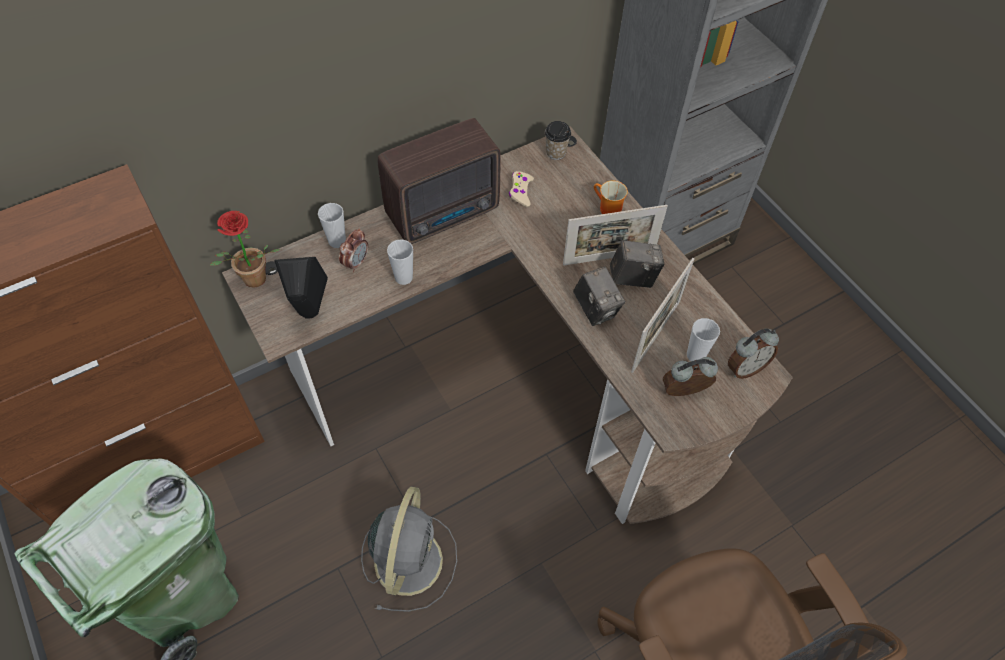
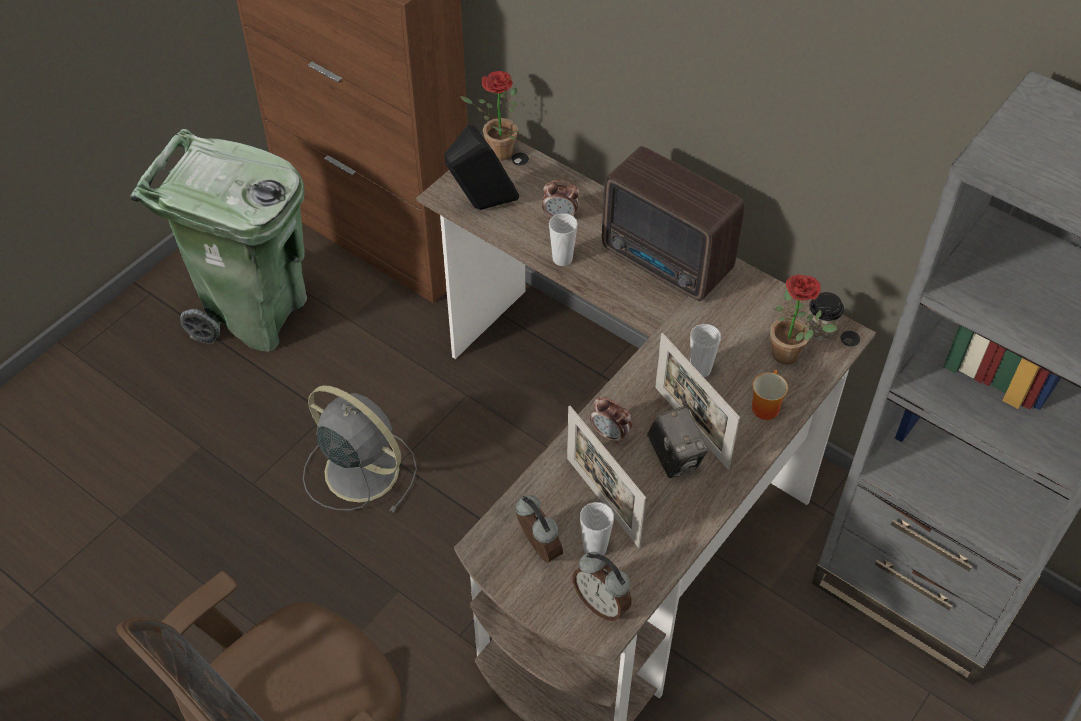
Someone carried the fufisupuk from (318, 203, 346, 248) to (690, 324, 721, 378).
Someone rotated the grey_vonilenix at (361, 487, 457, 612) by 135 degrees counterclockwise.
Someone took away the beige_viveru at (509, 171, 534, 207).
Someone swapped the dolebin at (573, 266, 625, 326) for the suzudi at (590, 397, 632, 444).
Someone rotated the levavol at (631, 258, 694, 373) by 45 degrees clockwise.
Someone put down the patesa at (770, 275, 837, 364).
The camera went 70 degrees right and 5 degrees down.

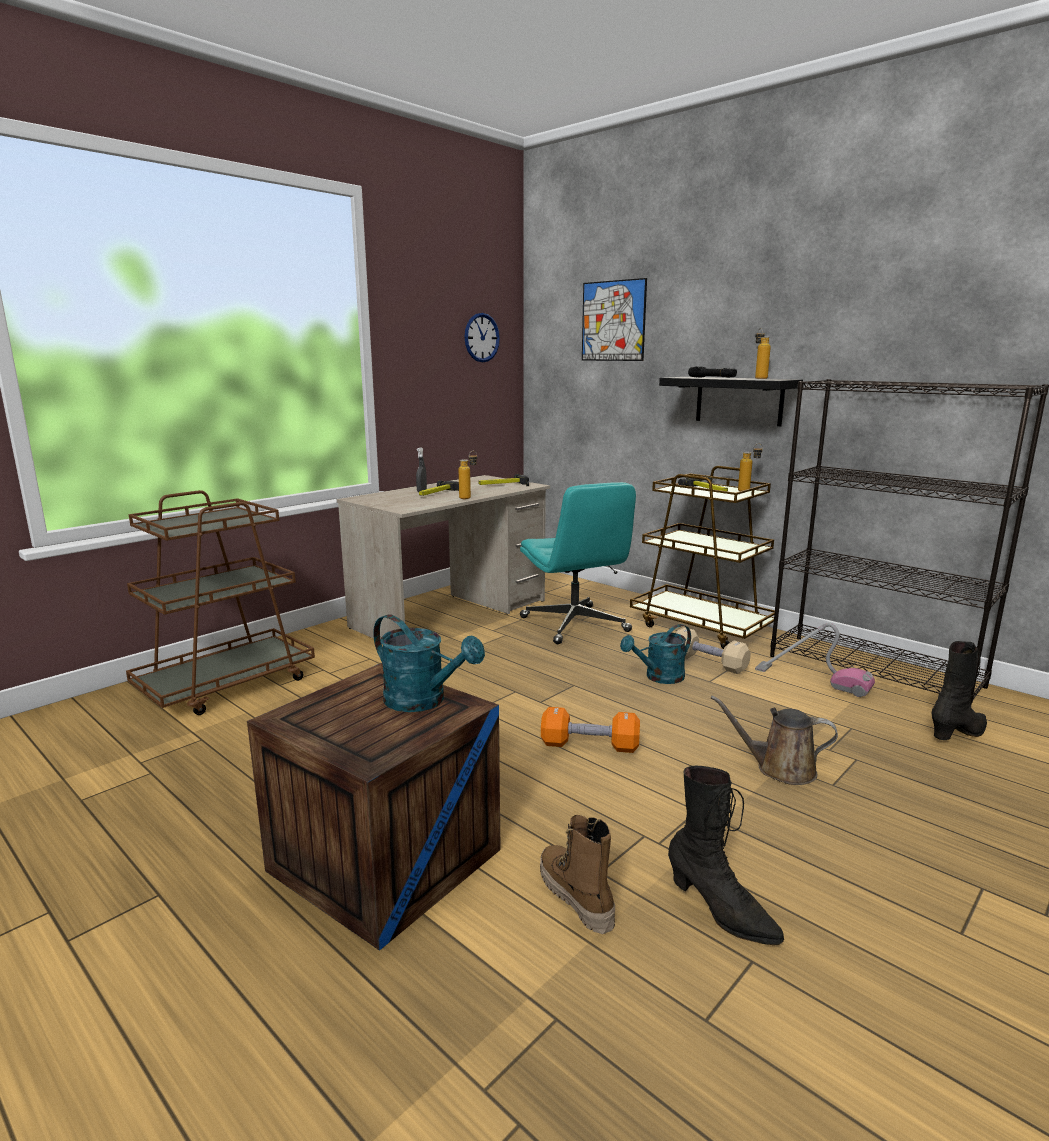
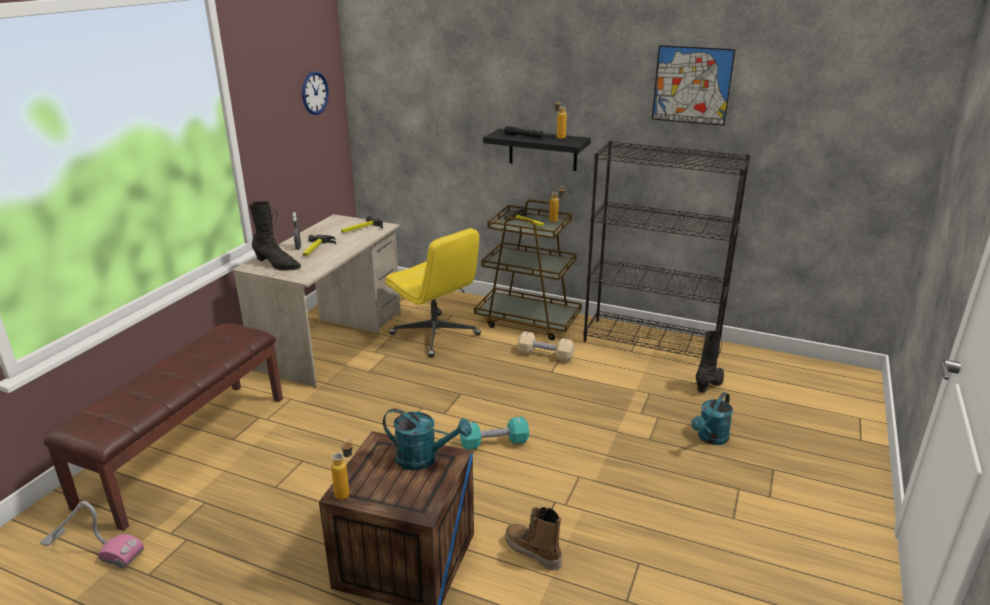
Someone swapped the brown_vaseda at (126, 490, 315, 715) for the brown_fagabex at (43, 323, 283, 531).
Someone carried the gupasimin from (458, 451, 477, 499) to (331, 439, 353, 500).
Someone repainted the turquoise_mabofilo at (520, 482, 636, 644), which became the yellow_mabofilo at (385, 228, 481, 357).
Someone repainted the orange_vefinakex at (541, 707, 640, 753), which became the turquoise_vefinakex at (460, 416, 529, 450).
Someone carried the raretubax from (582, 278, 647, 361) to (652, 45, 735, 126).
Someone carried the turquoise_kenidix from (620, 624, 691, 684) to (691, 392, 733, 445).
Someone carried the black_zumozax from (668, 766, 784, 945) to (249, 201, 301, 271).
Someone took away the brown_kenidix at (711, 696, 838, 785).
Someone carried the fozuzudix from (755, 623, 875, 697) to (40, 501, 144, 569).
The camera went 20 degrees left and 10 degrees up.

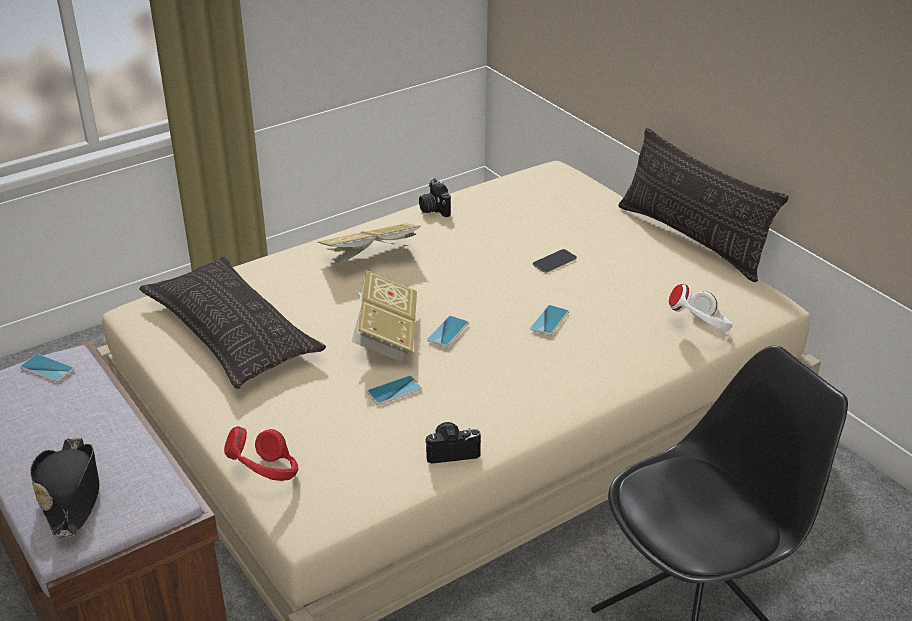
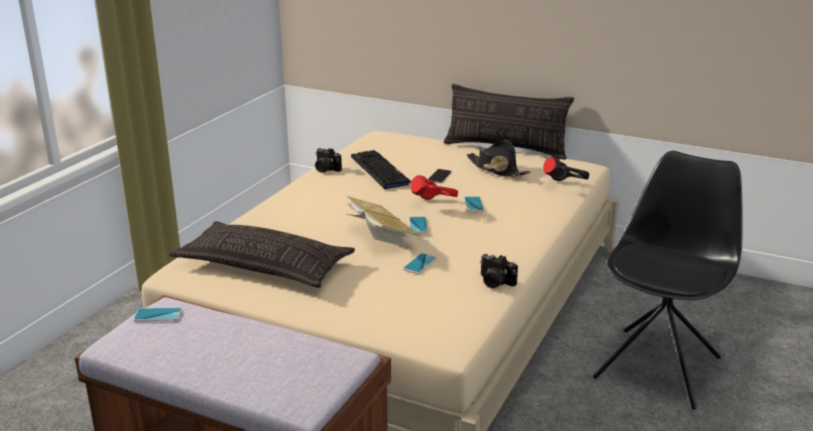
Someone carried the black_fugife from (30, 437, 99, 538) to (467, 140, 531, 177).
Someone carried the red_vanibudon from (224, 426, 298, 481) to (410, 175, 458, 200).
Someone took away the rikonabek at (318, 223, 421, 264).
Someone rotated the dolebin at (425, 422, 481, 464) by 105 degrees counterclockwise.
Someone repainted the white_vanibudon at (669, 284, 733, 331), which became the black_vanibudon at (543, 157, 590, 181).
Someone put down the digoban at (351, 150, 411, 189).
The camera went 30 degrees left and 10 degrees down.

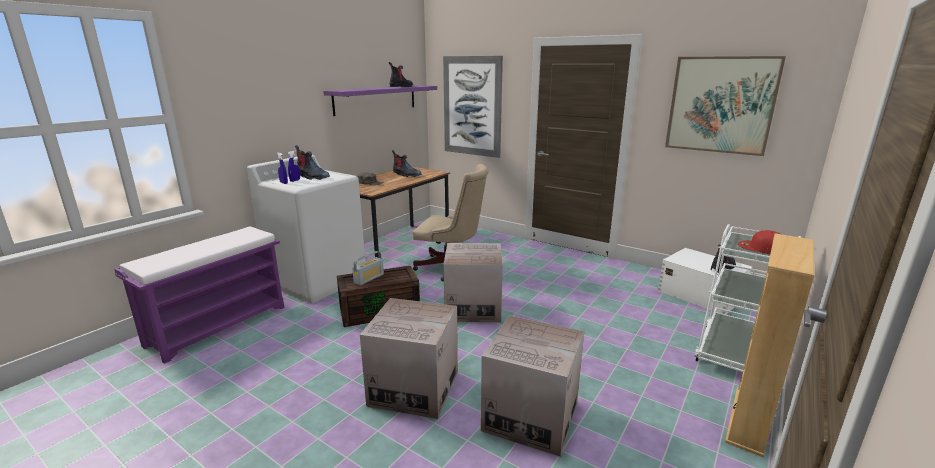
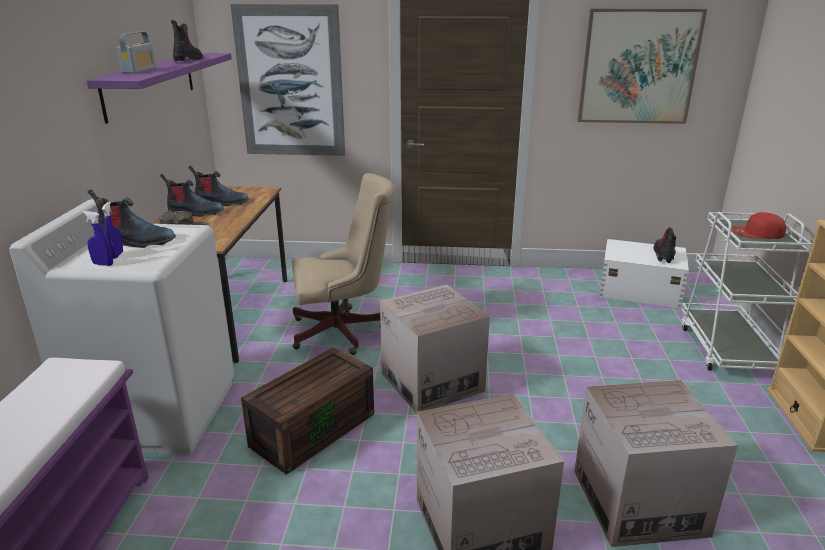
Someone carried the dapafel from (352, 251, 384, 285) to (117, 32, 156, 73).
Someone put down the zumozax at (160, 174, 224, 217).
The camera went 30 degrees left and 5 degrees up.

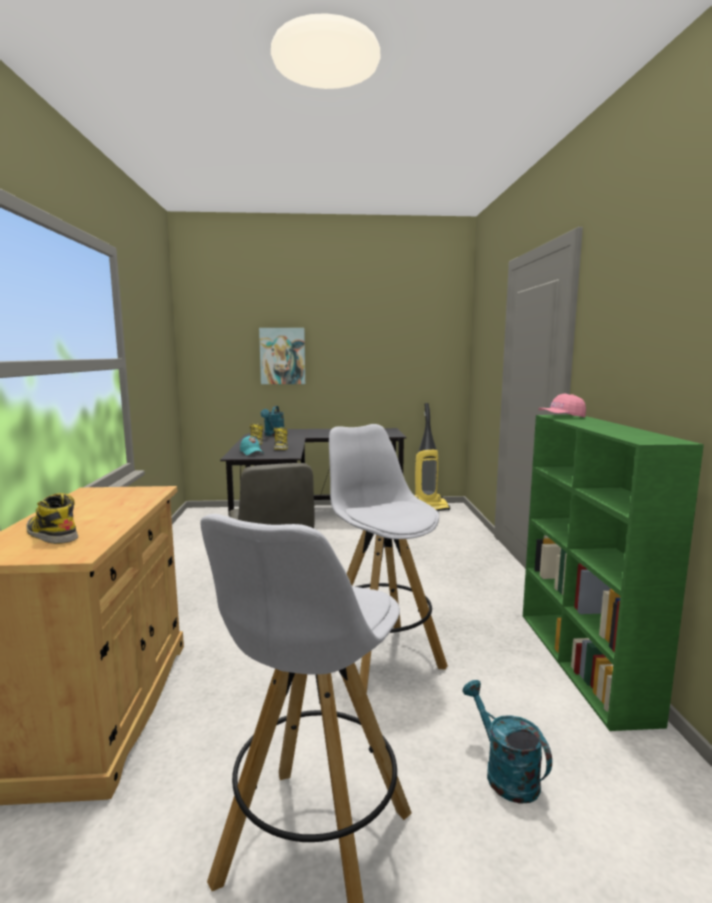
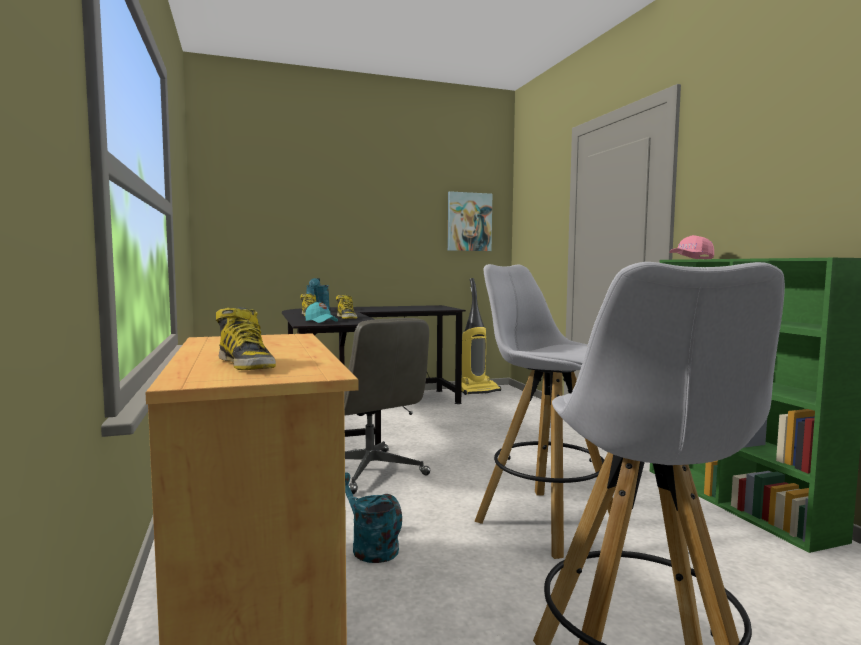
Someone rotated the zumozax at (26, 493, 78, 544) by 150 degrees counterclockwise.
Someone carried the raretubax from (259, 328, 306, 384) to (448, 191, 492, 251).
Someone carried the turquoise_kenidix from (463, 680, 552, 804) to (345, 472, 402, 563).
The camera went 15 degrees left and 5 degrees down.

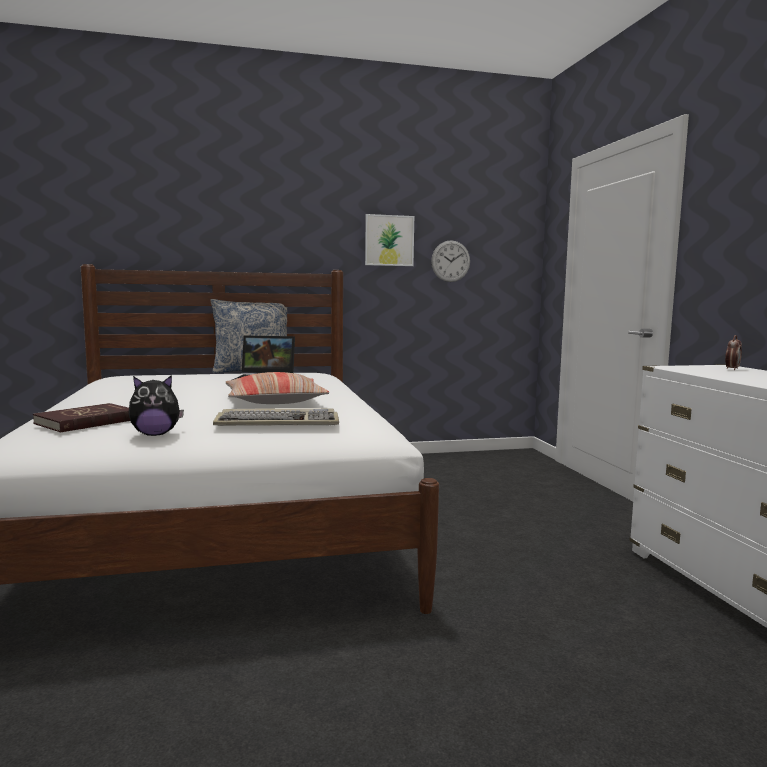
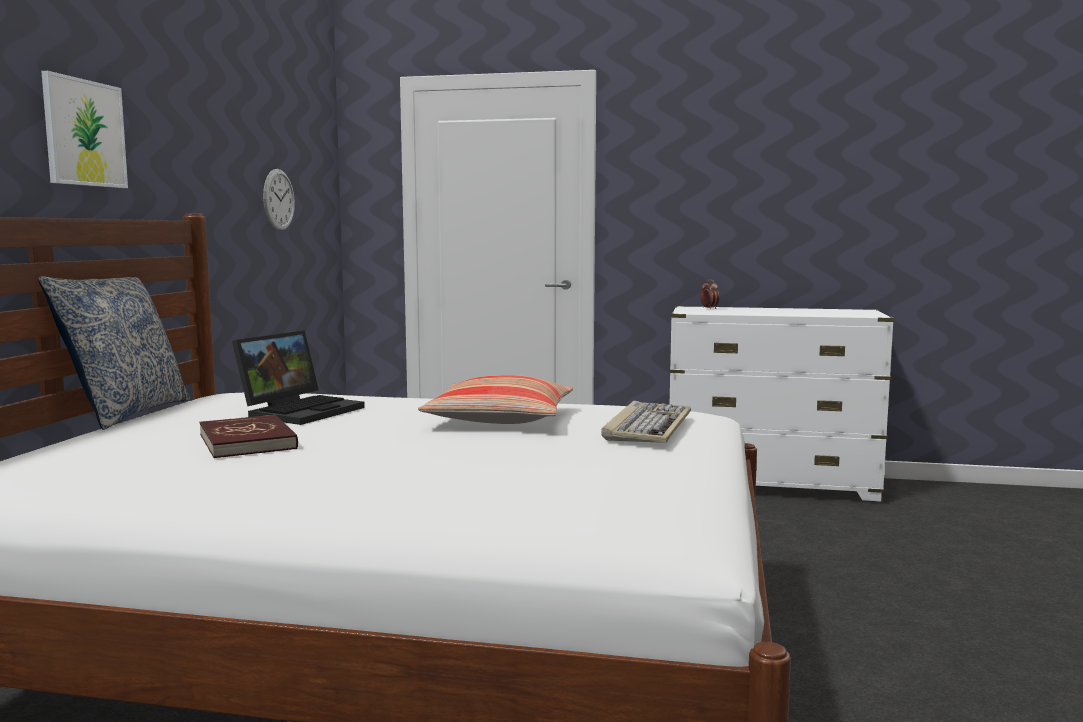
Someone carried the red_rikonabek from (33, 403, 130, 433) to (199, 415, 298, 458).
Someone took away the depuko at (128, 375, 184, 436).
Someone carried the raretubax from (365, 214, 414, 266) to (41, 71, 128, 188).
The camera went 65 degrees left and 0 degrees up.

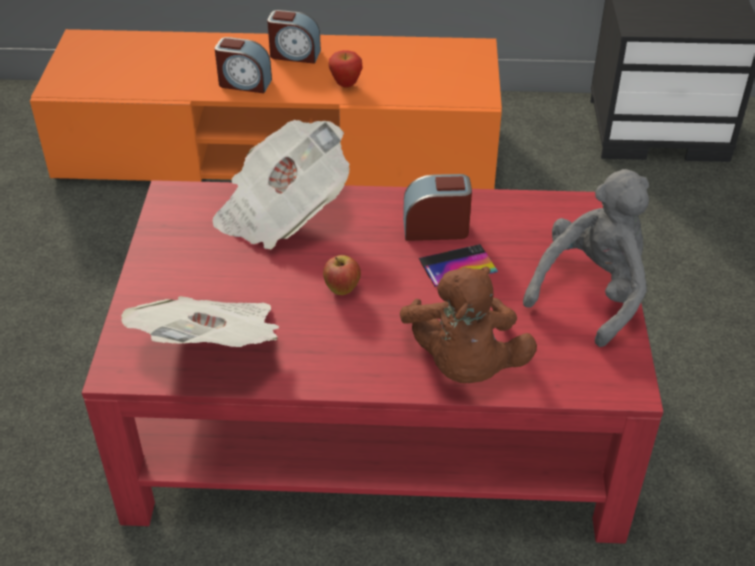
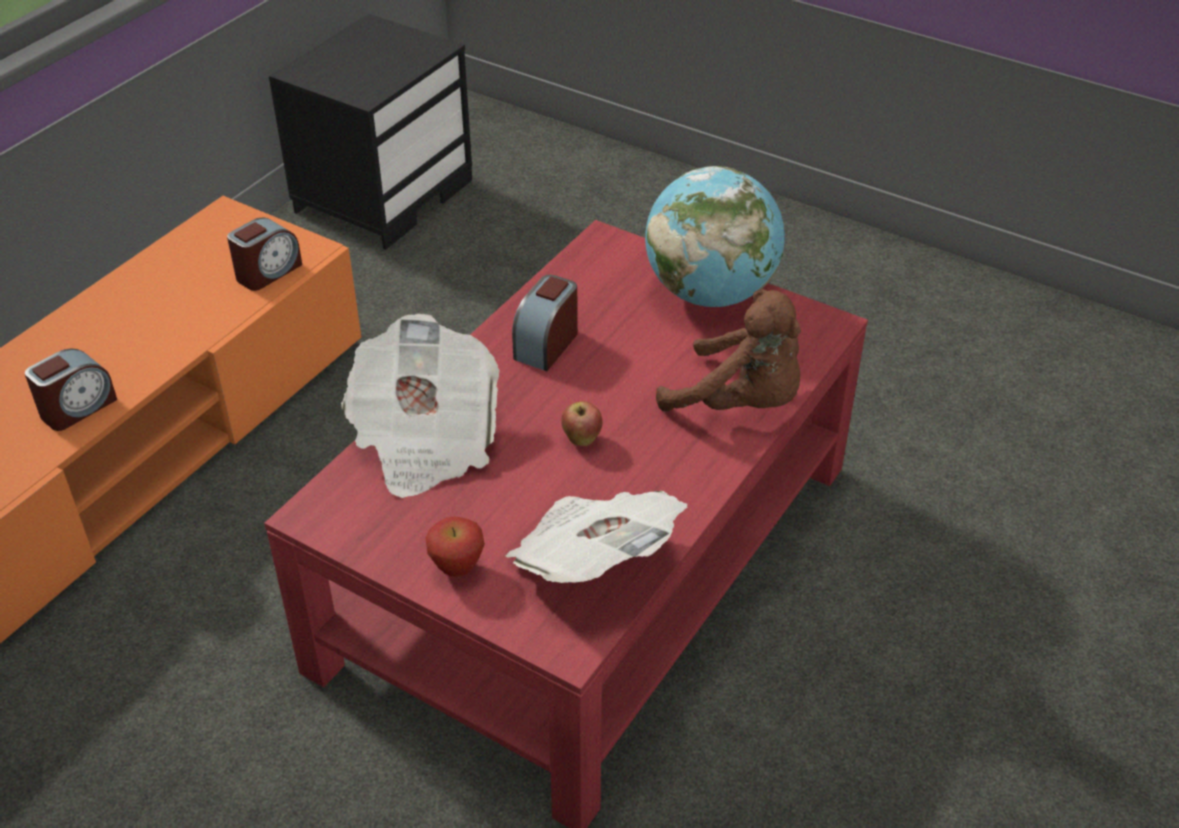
Someone carried the suzudi from (267, 10, 321, 64) to (227, 217, 302, 291).
Someone carried the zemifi from (329, 50, 362, 88) to (425, 516, 485, 577).
Someone took away the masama at (419, 244, 498, 287).
Someone swapped the grey_depuko at (523, 169, 649, 347) for the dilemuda at (645, 166, 785, 307).
The camera went 60 degrees left and 0 degrees up.

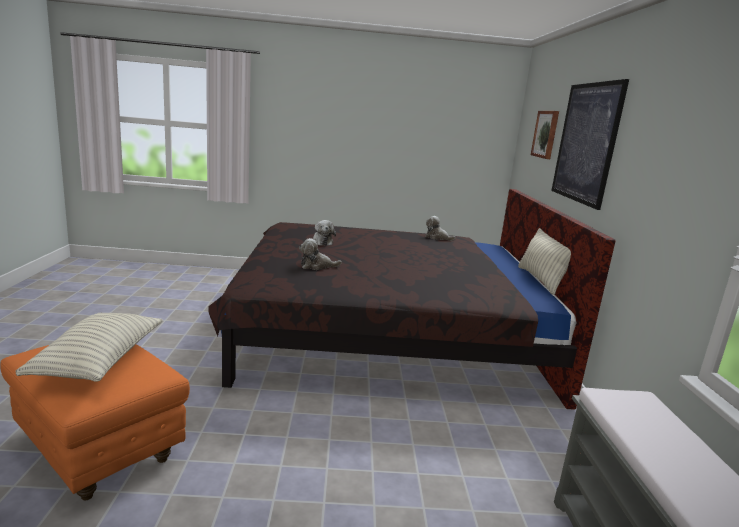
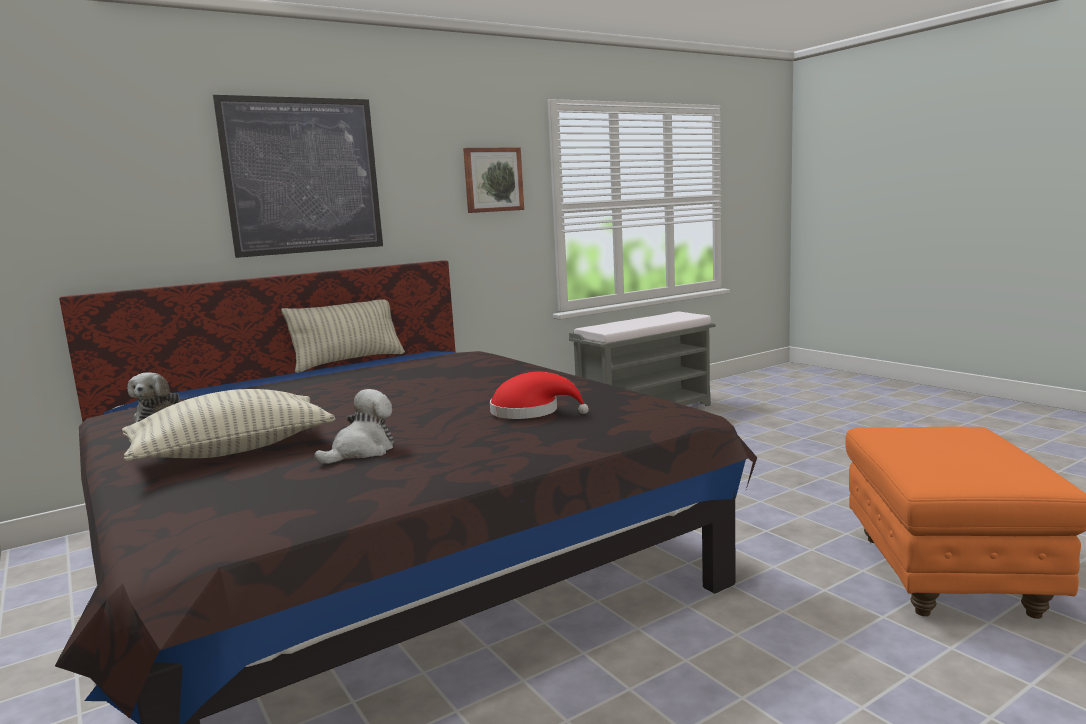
Someone carried the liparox from (15, 313, 163, 382) to (122, 389, 336, 461).
Someone swapped the depuko at (299, 238, 342, 270) for the red_fugife at (490, 371, 589, 419).
Someone carried the raretubax from (531, 111, 559, 159) to (463, 148, 524, 213).
The camera went 120 degrees left and 5 degrees down.

